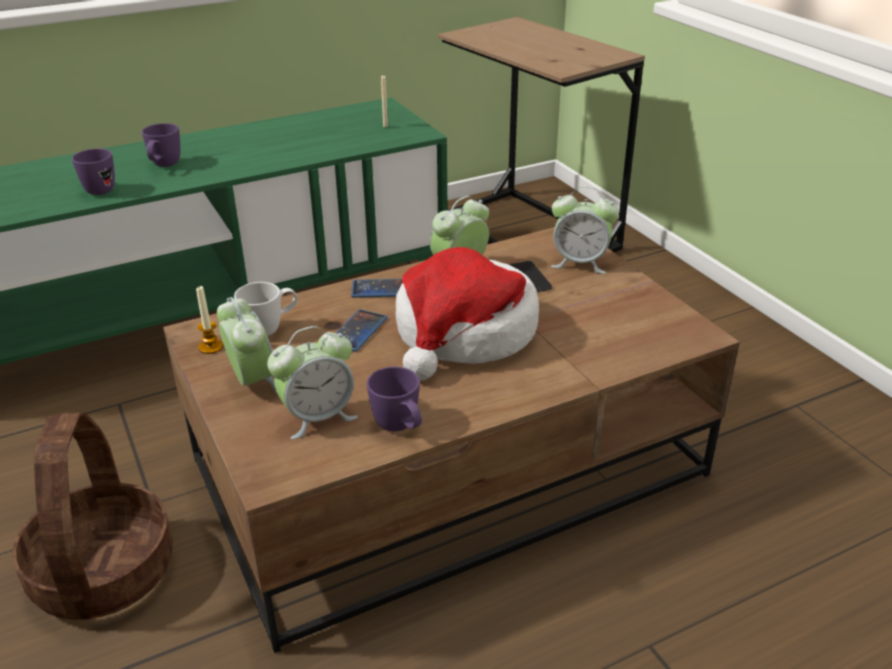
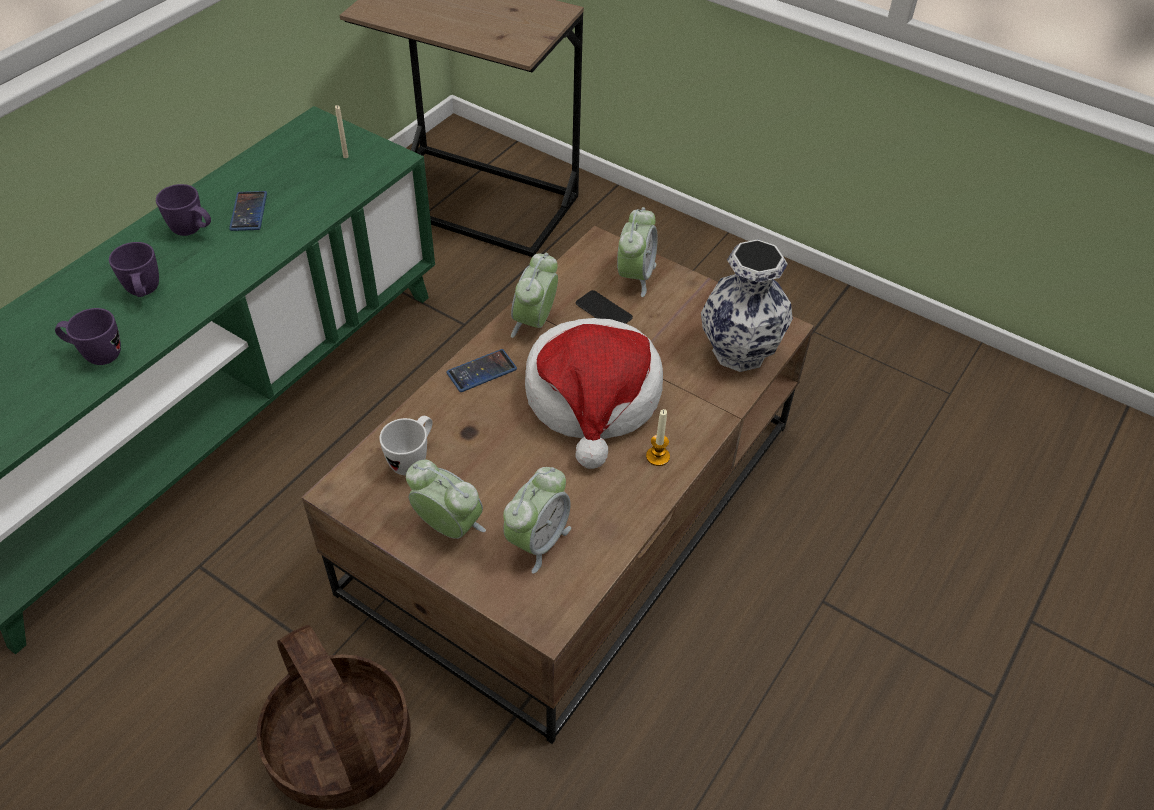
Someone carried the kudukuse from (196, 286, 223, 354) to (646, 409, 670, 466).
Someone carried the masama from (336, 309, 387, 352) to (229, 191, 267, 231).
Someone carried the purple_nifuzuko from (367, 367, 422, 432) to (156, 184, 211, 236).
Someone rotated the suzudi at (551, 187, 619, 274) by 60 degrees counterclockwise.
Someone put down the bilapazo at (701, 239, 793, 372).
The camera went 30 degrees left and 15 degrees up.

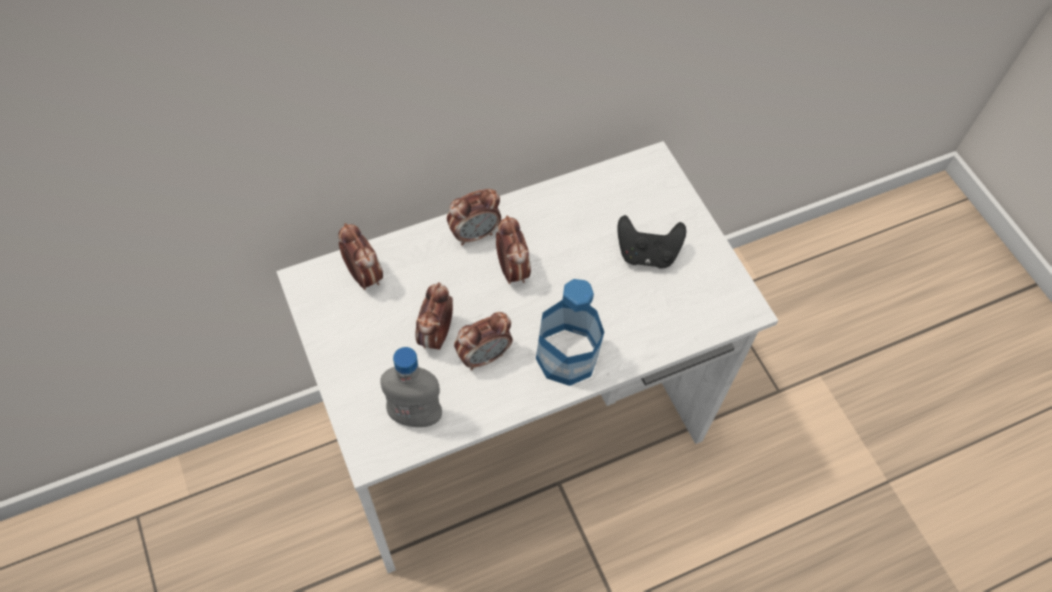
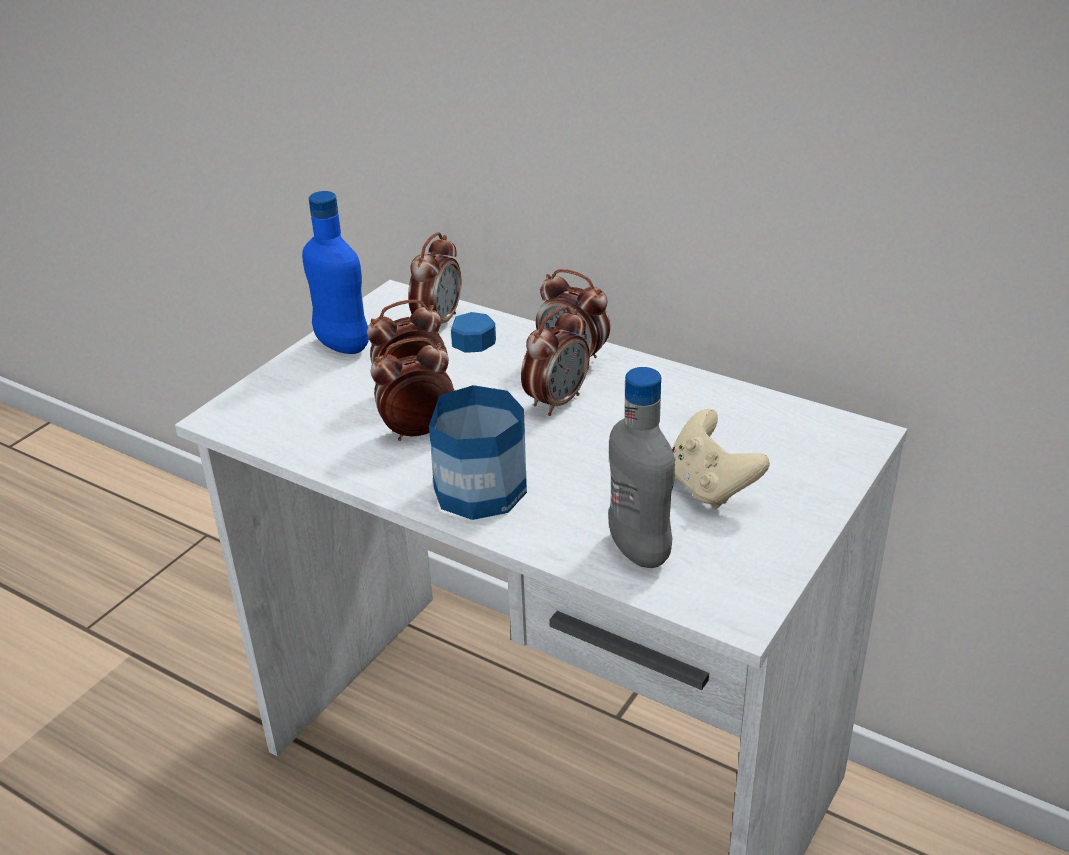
Someone carried the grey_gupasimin from (380, 347, 442, 427) to (608, 367, 675, 568).
Someone rotated the suzudi at (454, 312, 513, 370) by 135 degrees clockwise.
Someone repainted the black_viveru at (618, 215, 686, 269), which became the beige_viveru at (672, 409, 770, 509).
Someone put down the blue_gupasimin at (302, 191, 369, 354).
The camera went 60 degrees right and 25 degrees down.

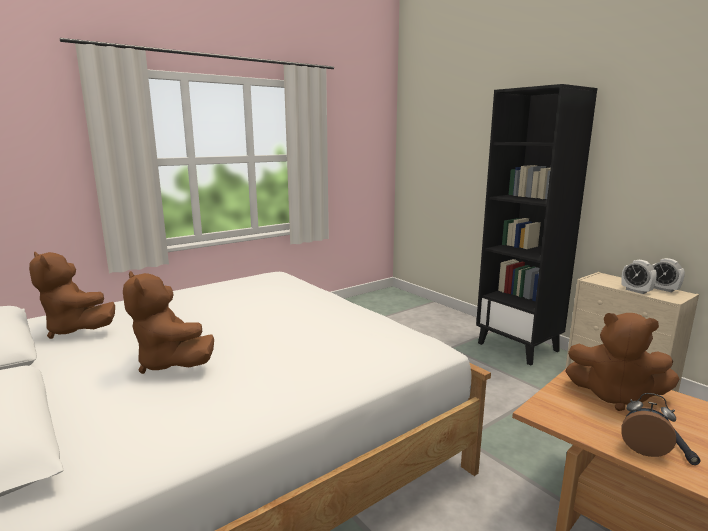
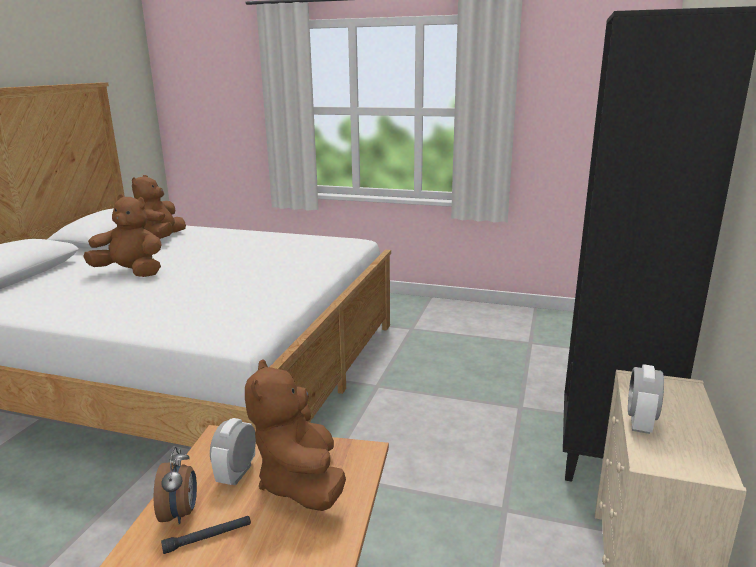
Someone rotated the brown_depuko at (123, 271, 214, 374) by 90 degrees clockwise.
Someone carried the suzudi from (652, 258, 685, 292) to (210, 418, 256, 485).
The camera went 55 degrees right and 5 degrees up.

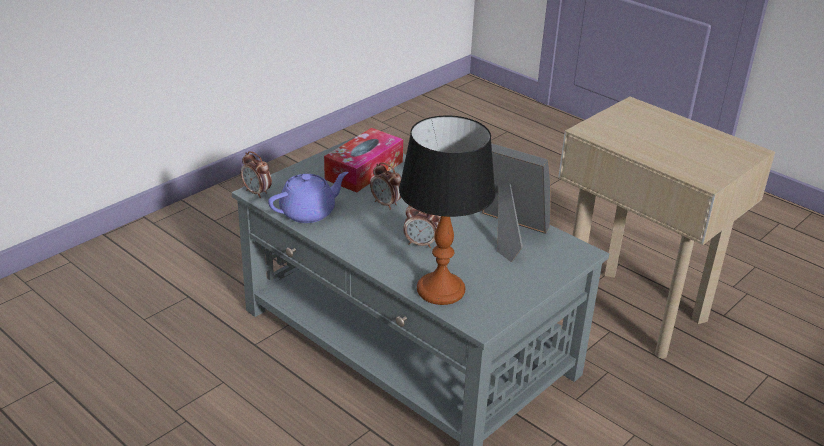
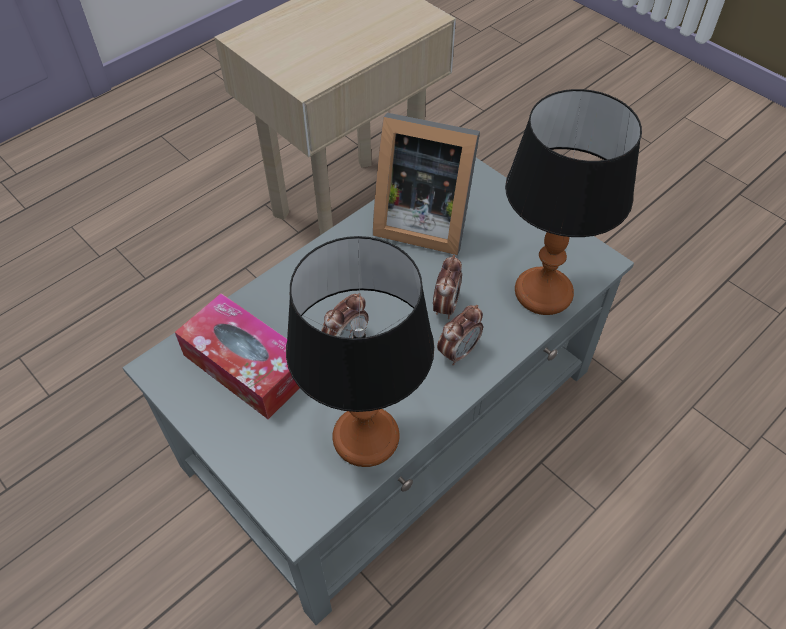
Someone carried the suzudi from (241, 151, 272, 198) to (437, 305, 483, 365).
Someone swapped the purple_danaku at (268, 172, 349, 223) for the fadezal at (286, 236, 434, 467).
Someone rotated the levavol at (482, 143, 551, 262) by 105 degrees counterclockwise.
The camera went 85 degrees left and 20 degrees up.

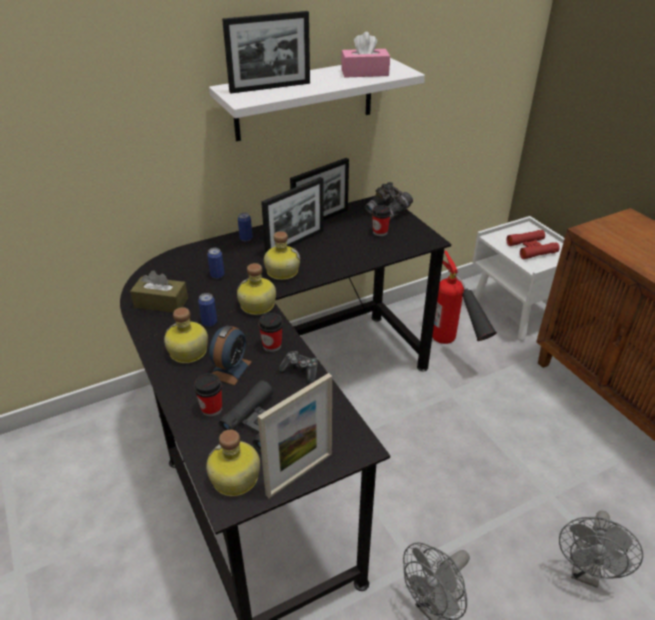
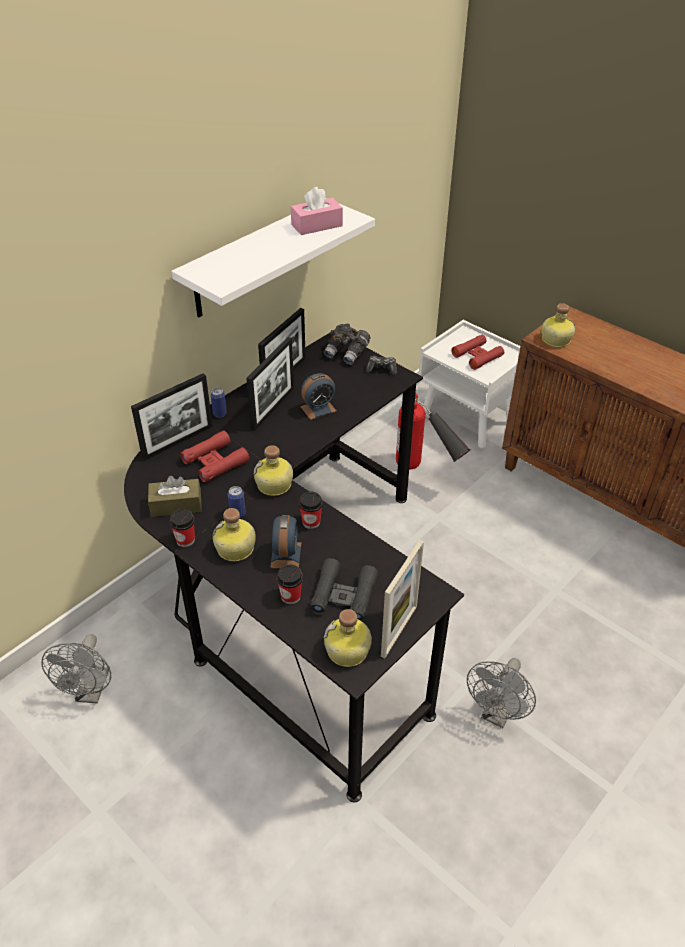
Someone swapped the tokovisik at (207, 248, 224, 279) for the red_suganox at (180, 430, 250, 482).
Someone carried the levavol from (222, 11, 310, 93) to (131, 373, 213, 460).
Someone carried the gupasimin from (264, 231, 300, 280) to (542, 303, 575, 347).
Someone carried the viveru from (278, 351, 318, 383) to (366, 356, 397, 375).
Someone carried the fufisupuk from (372, 205, 391, 236) to (170, 509, 195, 547).
Someone carried the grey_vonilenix from (559, 510, 643, 588) to (41, 634, 111, 704).
Someone put down the suzudi at (300, 373, 336, 420).
The camera went 20 degrees left and 5 degrees up.

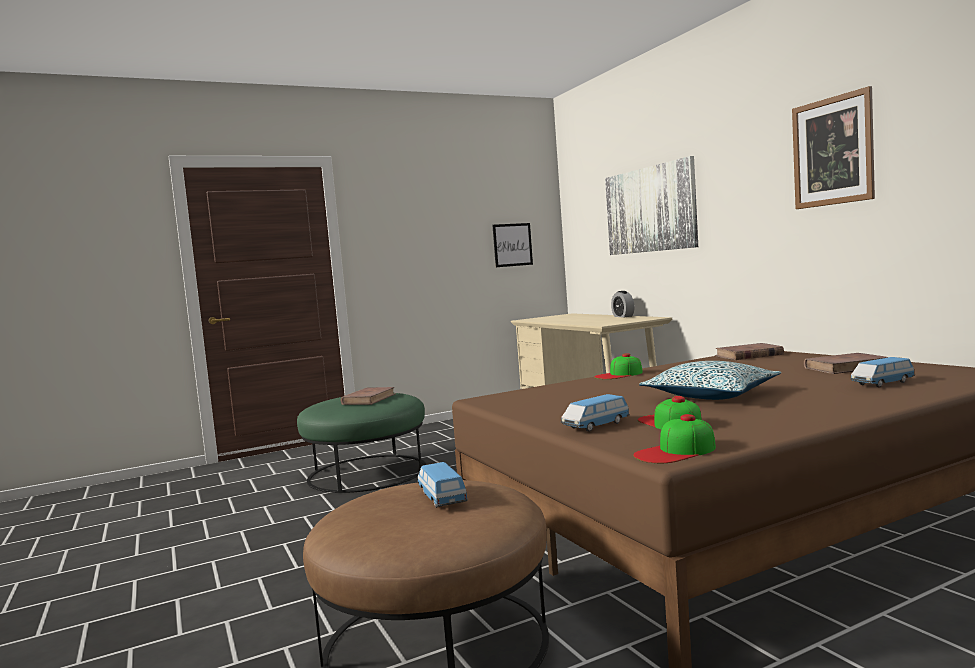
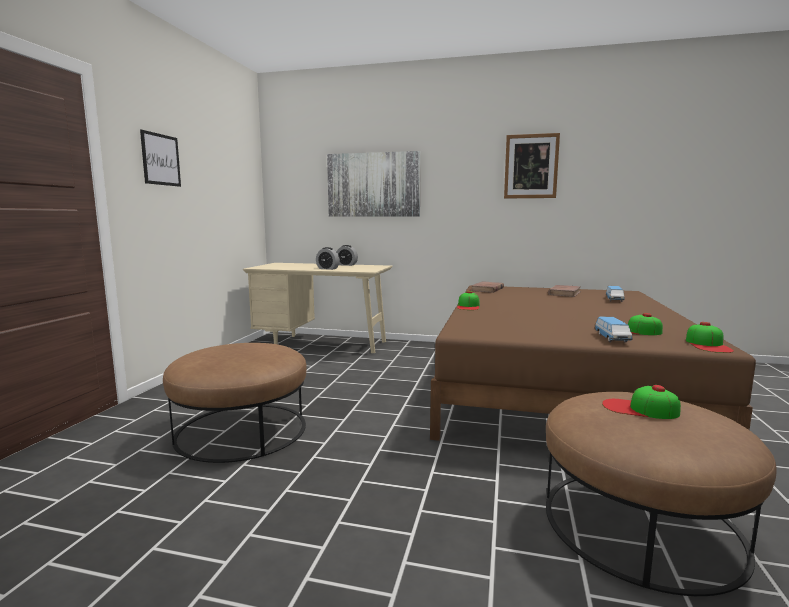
Someone repainted the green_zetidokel at (297, 393, 426, 493), which became the brown_zetidokel at (163, 343, 307, 463).
Someone took away the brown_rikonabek at (341, 387, 396, 405).
Someone swapped the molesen at (418, 462, 468, 508) for the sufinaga at (602, 385, 681, 419).
Someone carried the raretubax from (492, 223, 533, 267) to (140, 130, 181, 187).
Someone took away the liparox at (639, 361, 782, 400).
Someone put down the suzudi at (316, 247, 340, 270).
The camera went 50 degrees left and 5 degrees up.

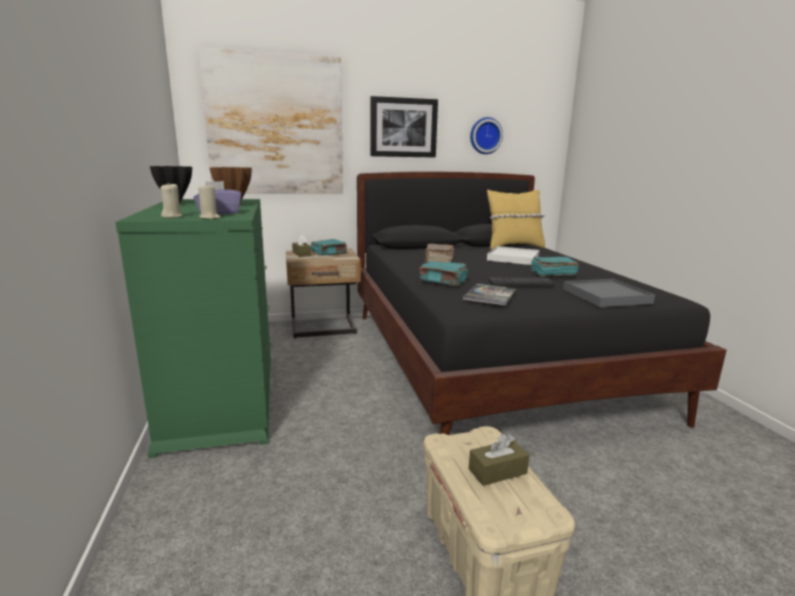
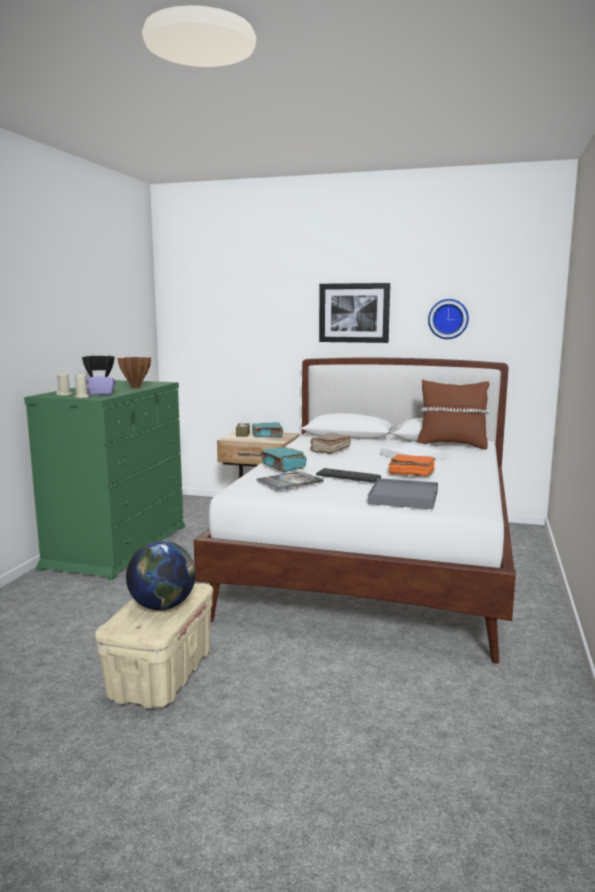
Someone took away the raretubax at (198, 47, 343, 194).
Someone repainted the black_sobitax at (357, 171, 727, 435), which became the white_sobitax at (194, 358, 516, 664).
Someone swapped the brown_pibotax at (469, 434, 529, 486) for the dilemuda at (126, 541, 196, 610).
Someone repainted the yellow_liparox at (487, 190, 545, 249), which became the brown_liparox at (417, 380, 490, 449).
Someone repainted the turquoise_rikonabek at (531, 257, 579, 277), which became the orange_rikonabek at (389, 454, 435, 477).
The camera went 30 degrees right and 5 degrees down.

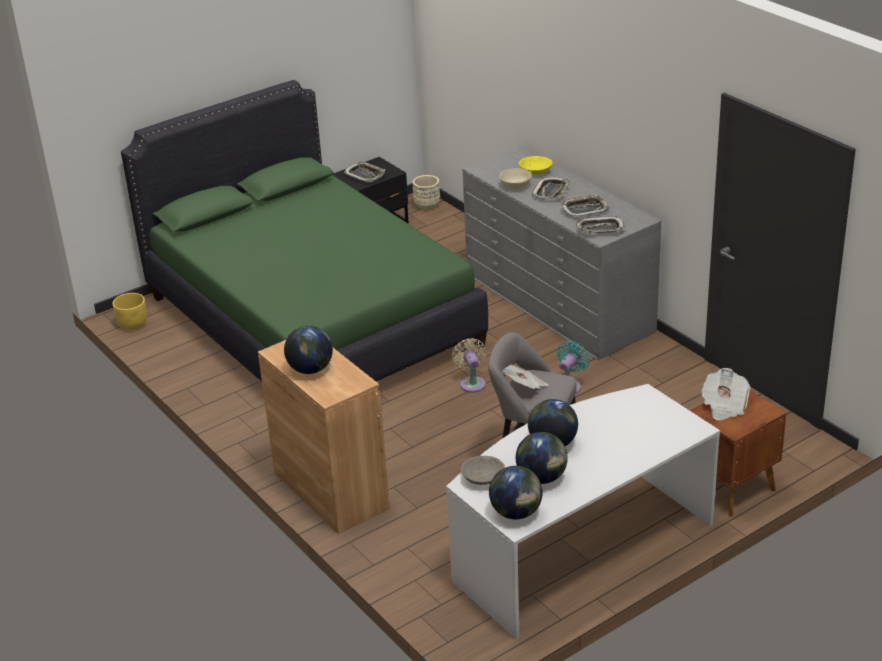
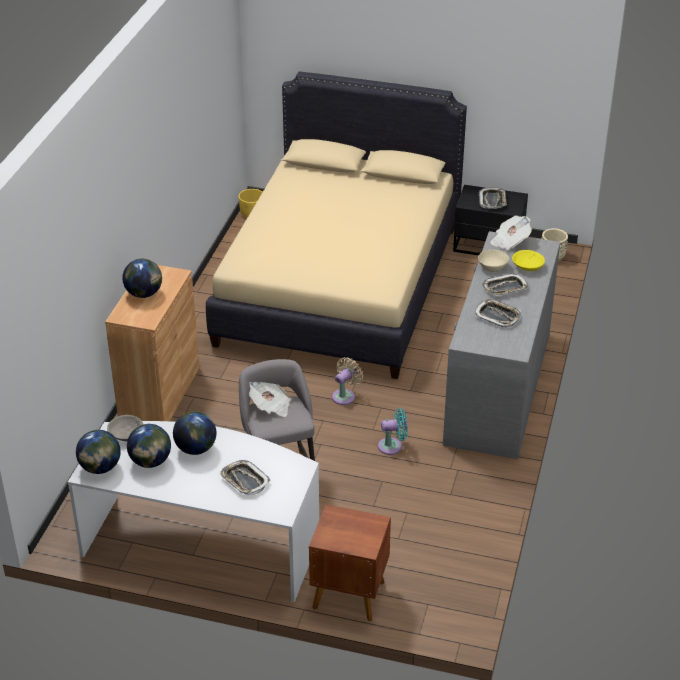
Someone repainted the green_sobitax at (121, 80, 488, 382), which became the beige_sobitax at (206, 71, 467, 379).
Someone carried the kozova from (576, 216, 626, 233) to (220, 460, 271, 495).
Someone carried the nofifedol from (701, 368, 750, 420) to (490, 216, 532, 250).
The camera went 50 degrees right and 5 degrees up.

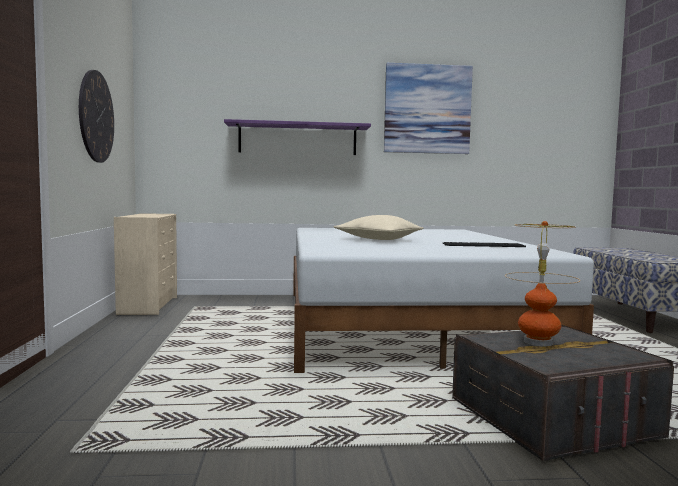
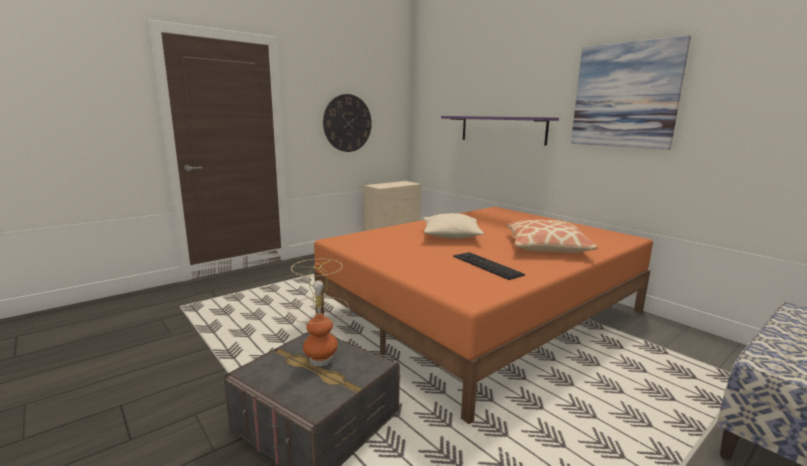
Someone repainted the white_sobitax at (293, 228, 594, 373), which became the orange_sobitax at (314, 207, 653, 424).
Someone put down the liparox at (507, 220, 598, 253).
The camera went 55 degrees right and 10 degrees up.

